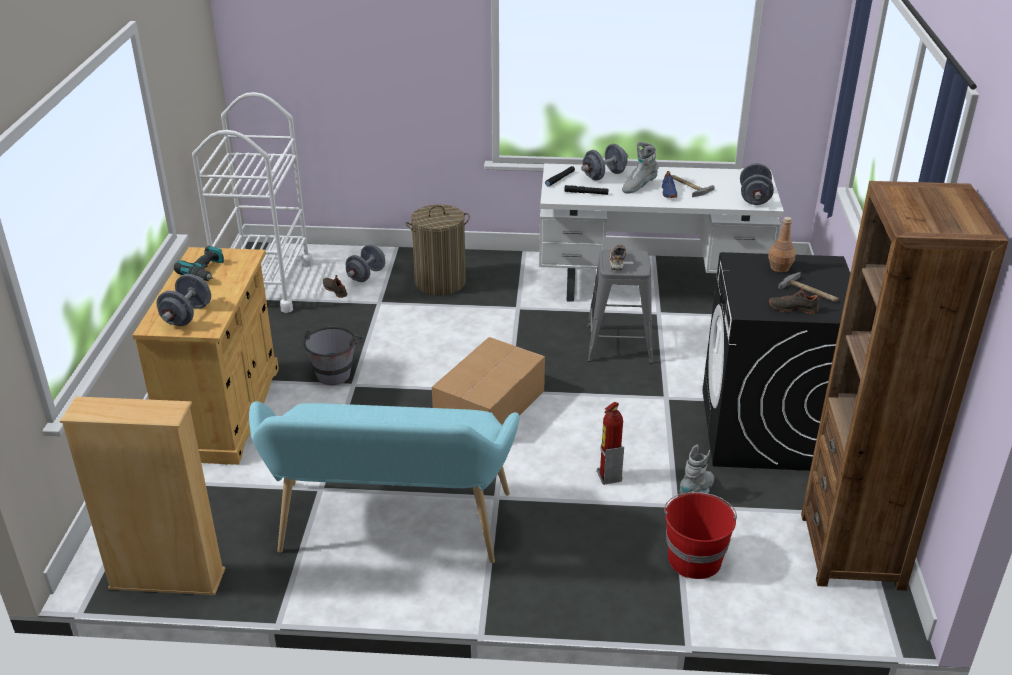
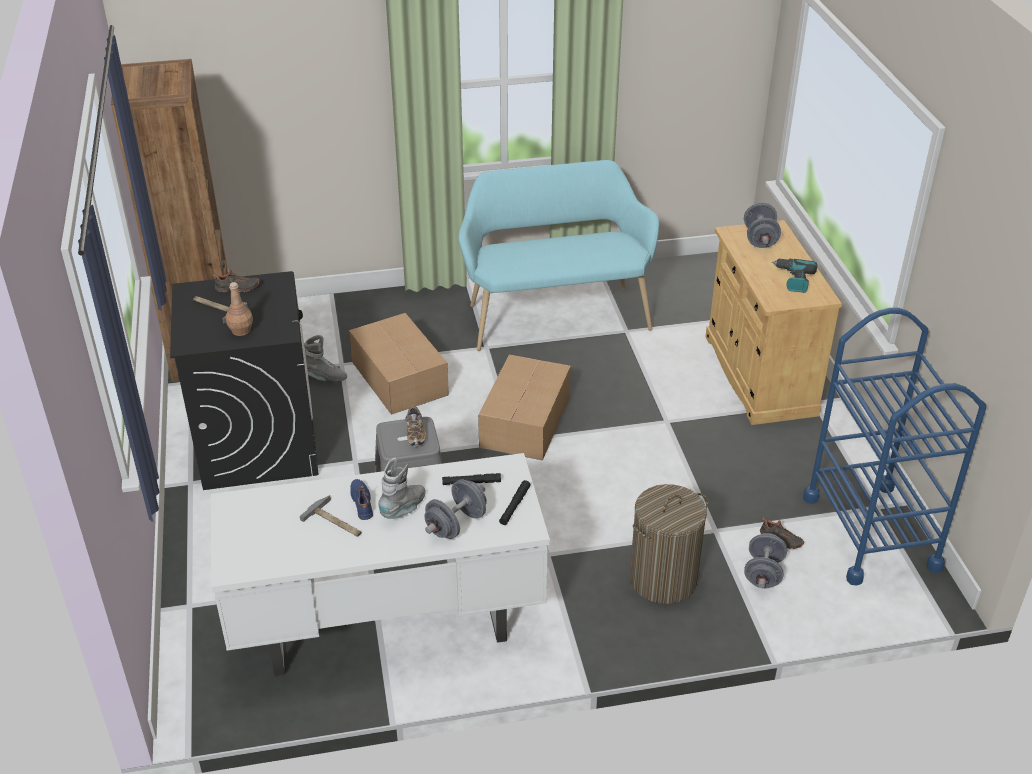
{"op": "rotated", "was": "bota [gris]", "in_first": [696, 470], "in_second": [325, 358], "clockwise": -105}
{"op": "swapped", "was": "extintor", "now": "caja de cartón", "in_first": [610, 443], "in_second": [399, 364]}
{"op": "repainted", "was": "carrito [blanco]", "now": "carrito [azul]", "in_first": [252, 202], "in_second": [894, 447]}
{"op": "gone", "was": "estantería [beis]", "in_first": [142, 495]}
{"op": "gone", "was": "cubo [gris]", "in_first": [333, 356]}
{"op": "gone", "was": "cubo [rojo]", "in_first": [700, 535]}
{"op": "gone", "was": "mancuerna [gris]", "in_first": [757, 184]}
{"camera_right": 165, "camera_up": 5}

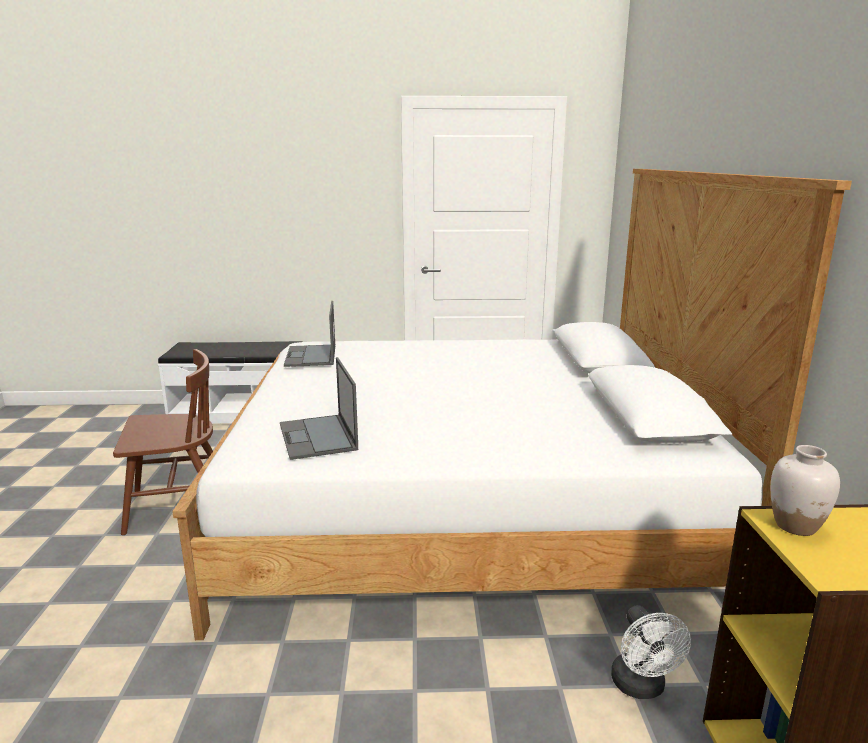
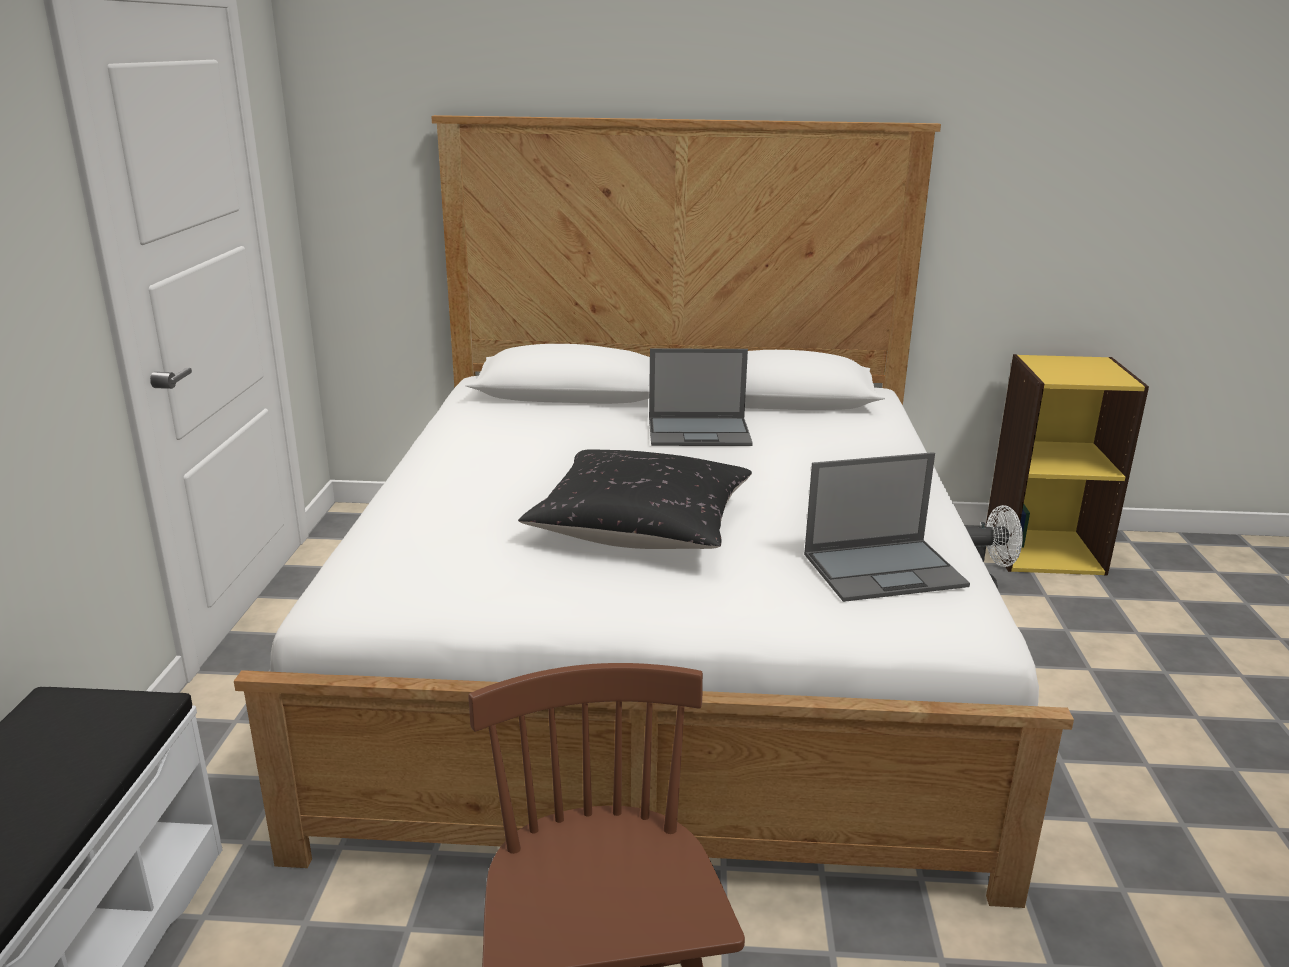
{"op": "new", "now": "cojín [negro]", "in_second": [635, 499]}
{"op": "shifted", "was": "portátil", "in_first": [309, 334], "in_second": [701, 397]}
{"op": "gone", "was": "florero [blanco]", "in_first": [805, 490]}
{"camera_right": -85, "camera_up": 5}

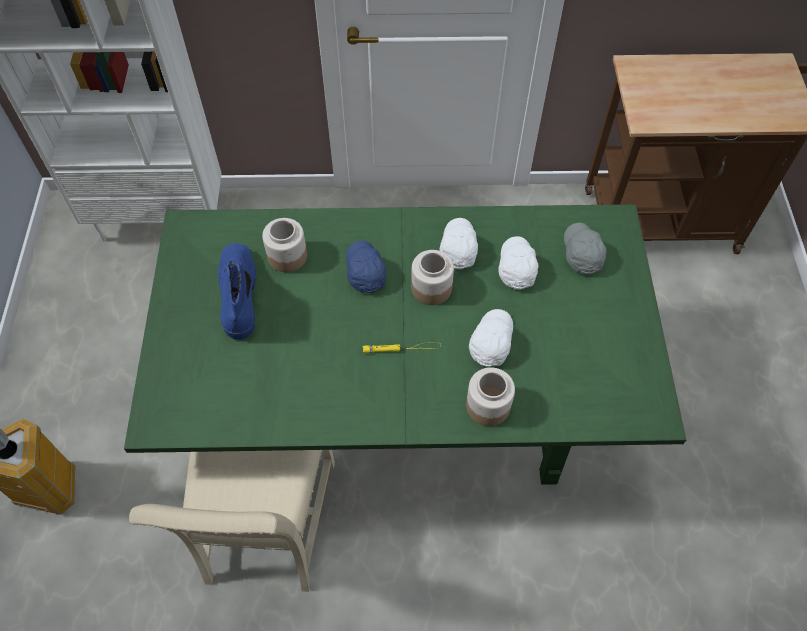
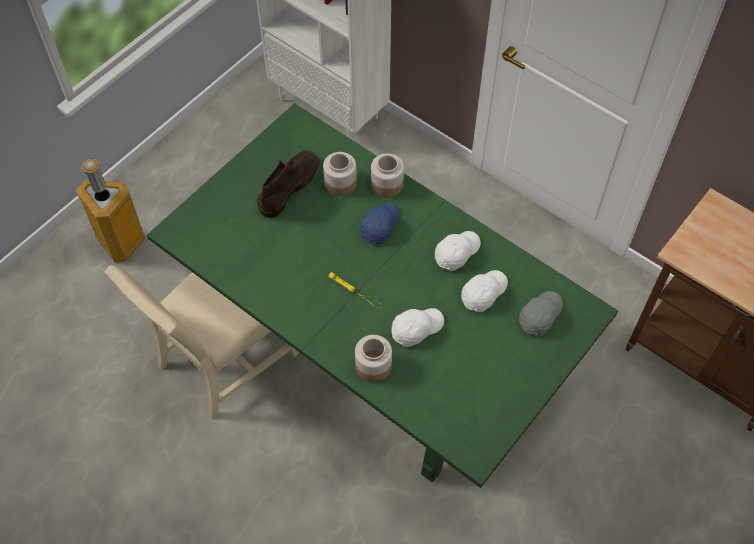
{"op": "repainted", "was": "bota [azul]", "now": "bota [marrón]", "in_first": [237, 291], "in_second": [288, 184]}
{"op": "shifted", "was": "tarro", "in_first": [432, 277], "in_second": [387, 175]}
{"camera_right": 40, "camera_up": 0}

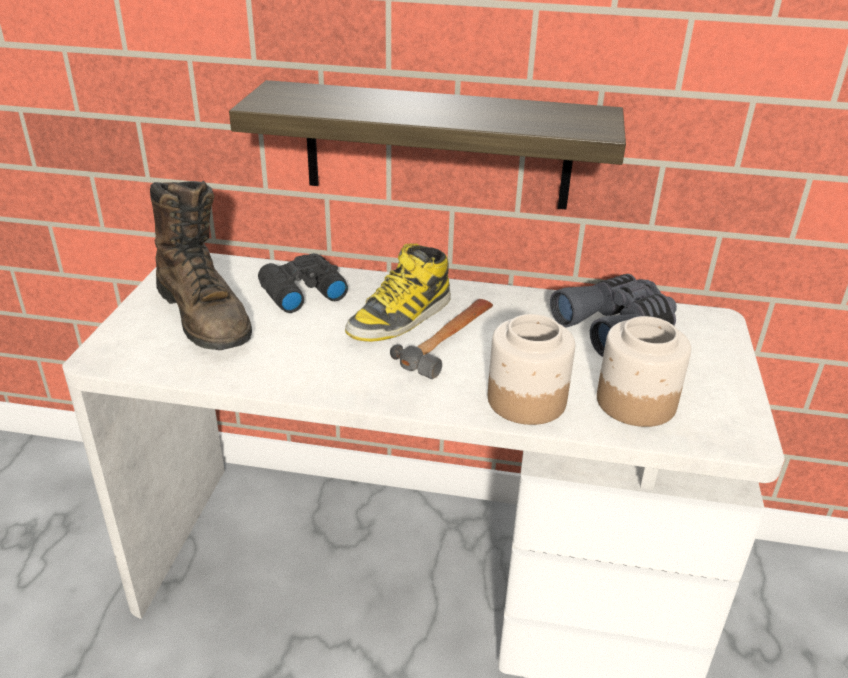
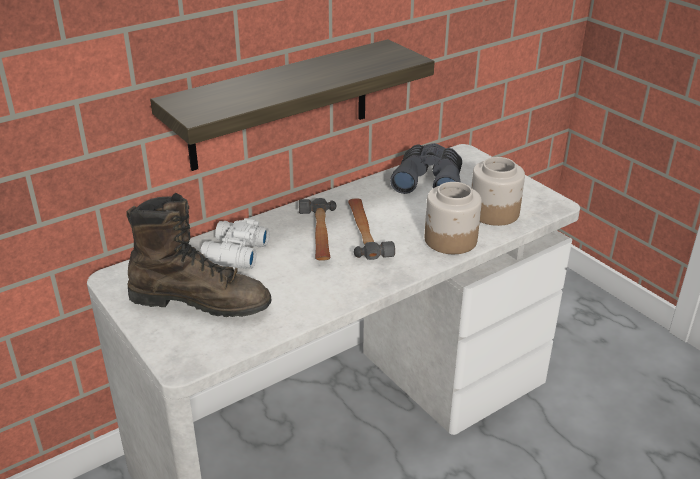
{"op": "repainted", "was": "prismáticos [negro]", "now": "prismáticos [blanco]", "in_first": [303, 283], "in_second": [234, 243]}
{"op": "swapped", "was": "bota", "now": "martillo", "in_first": [397, 292], "in_second": [317, 229]}
{"camera_right": -45, "camera_up": 0}

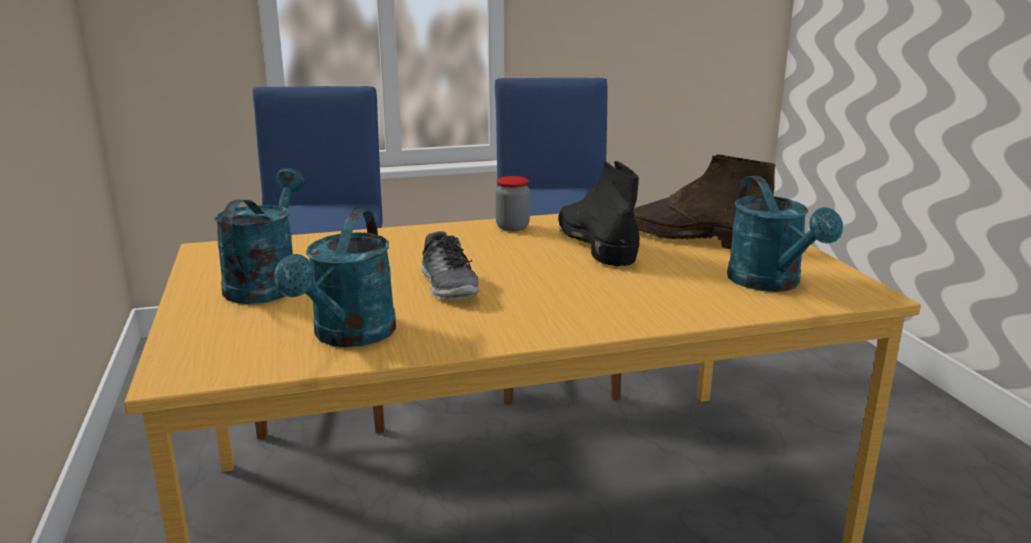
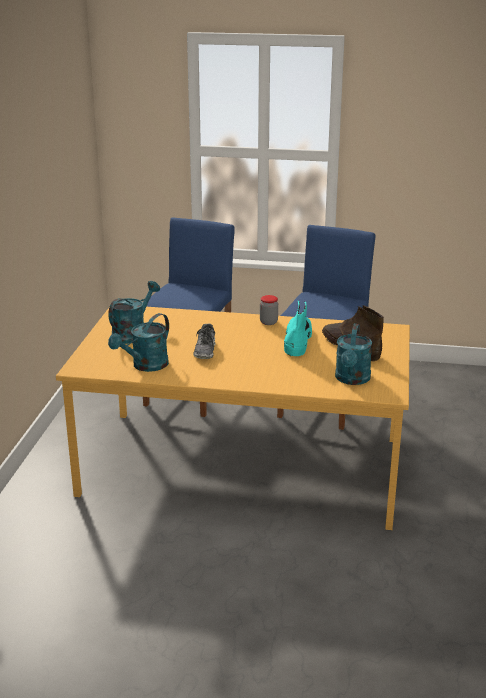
{"op": "repainted", "was": "bota [negro]", "now": "bota [turquesa]", "in_first": [599, 214], "in_second": [298, 328]}
{"camera_right": 25, "camera_up": 5}

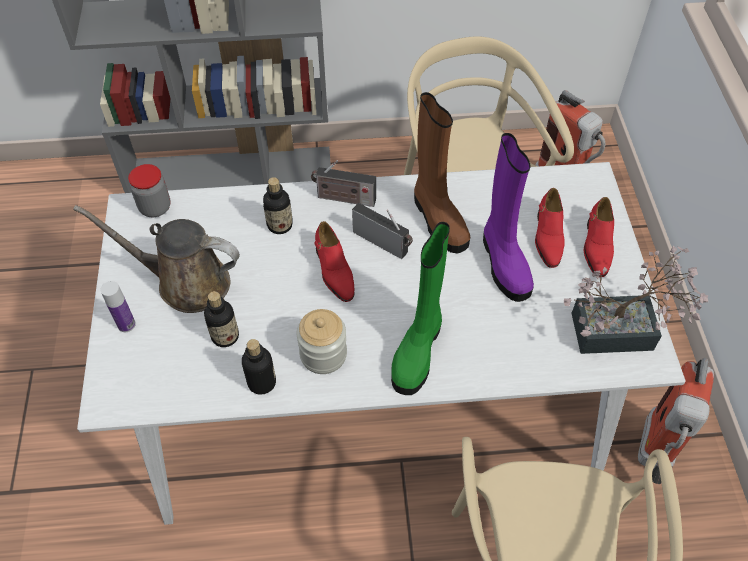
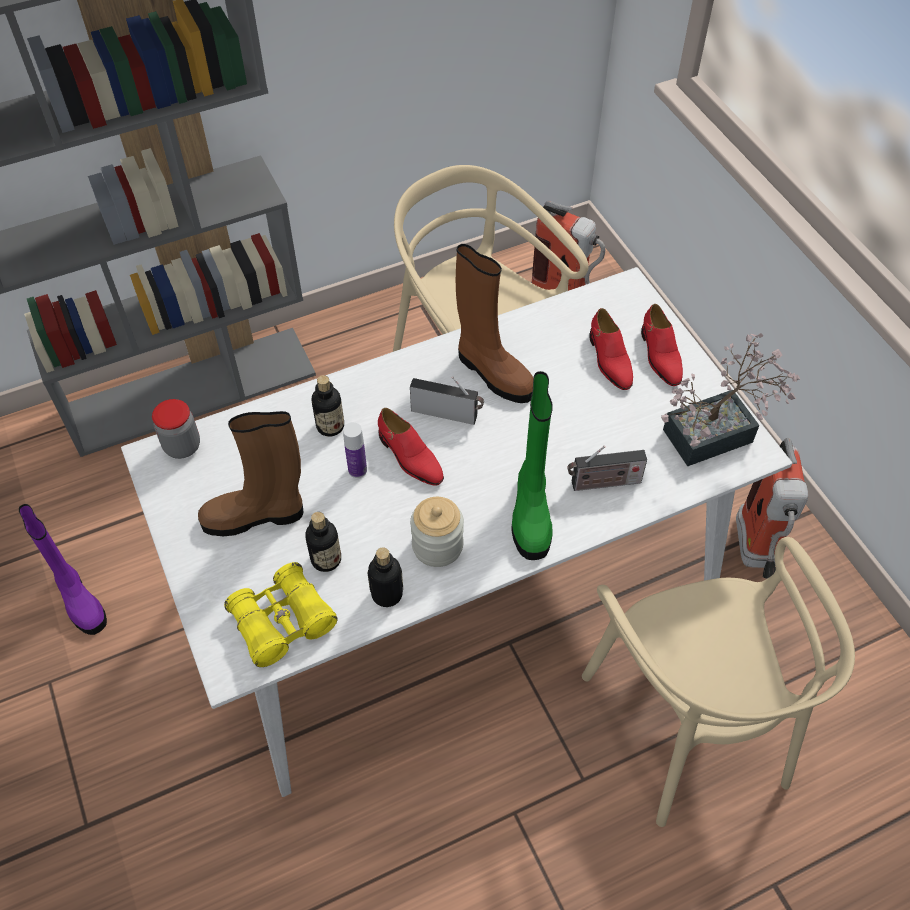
{"op": "shifted", "was": "bota [morado]", "in_first": [508, 217], "in_second": [63, 569]}
{"op": "swapped", "was": "regadera [marrón]", "now": "bota [marrón]", "in_first": [156, 259], "in_second": [250, 473]}
{"op": "new", "now": "prismáticos [amarillo]", "in_second": [281, 614]}
{"op": "shifted", "was": "botella", "in_first": [118, 306], "in_second": [355, 450]}
{"op": "shifted", "was": "radio", "in_first": [343, 183], "in_second": [607, 468]}
{"camera_right": -20, "camera_up": 0}

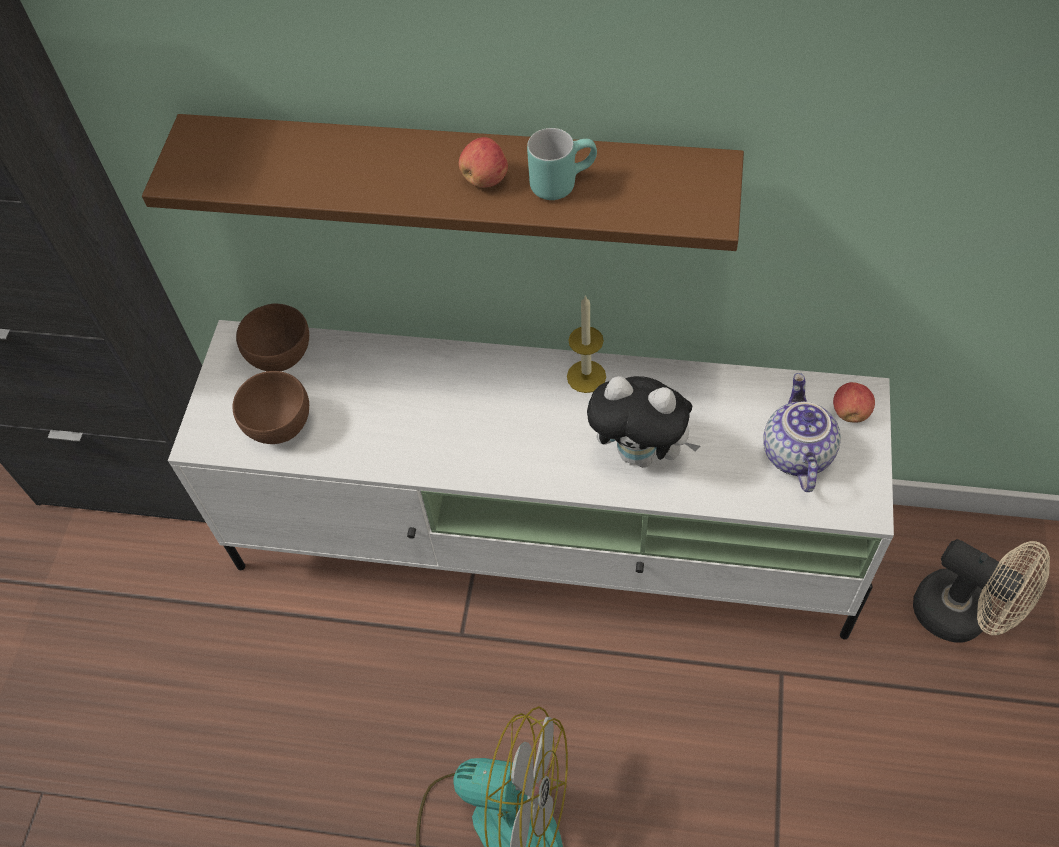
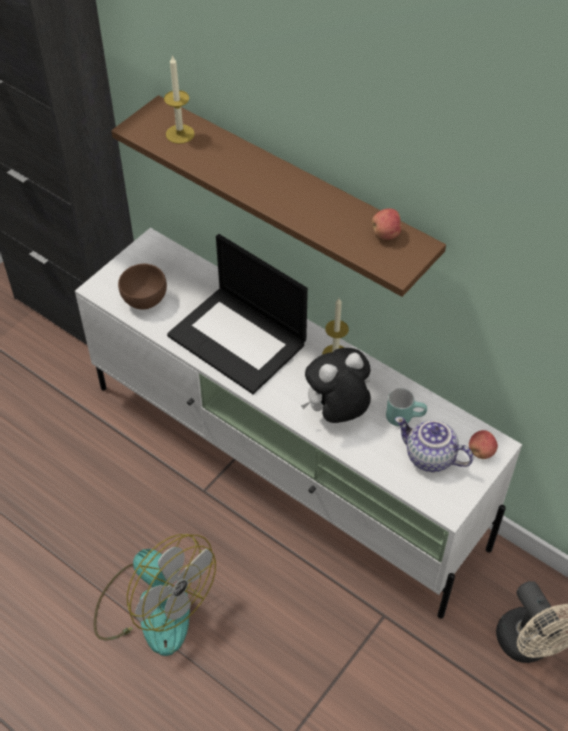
{"op": "new", "now": "vela", "in_second": [179, 99]}
{"op": "new", "now": "portátil", "in_second": [237, 314]}
{"op": "rotated", "was": "peluche", "in_first": [643, 422], "in_second": [336, 385], "clockwise": 105}
{"op": "shifted", "was": "manzana", "in_first": [483, 162], "in_second": [387, 224]}
{"op": "shifted", "was": "taza grande [turquesa]", "in_first": [562, 164], "in_second": [406, 407]}
{"op": "rotated", "was": "tetera", "in_first": [802, 432], "in_second": [434, 444], "clockwise": -90}
{"op": "gone", "was": "cuenco [marrón]", "in_first": [272, 337]}
{"camera_right": 25, "camera_up": -5}

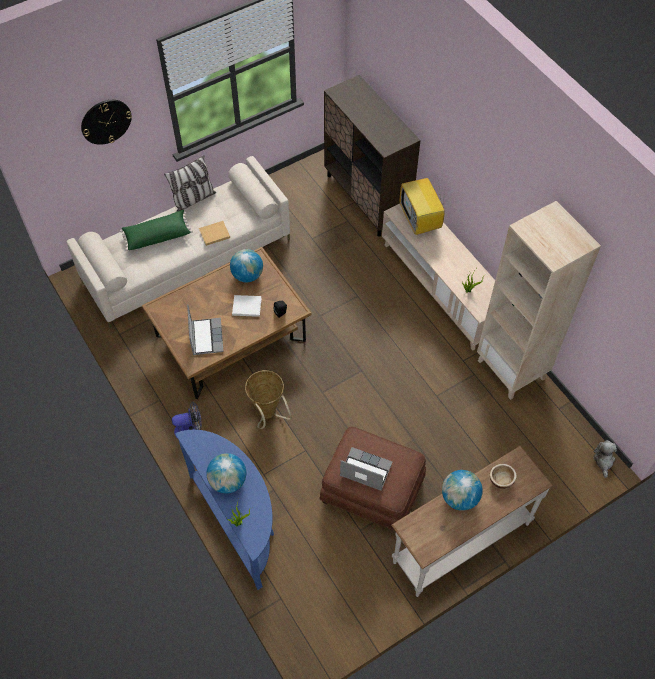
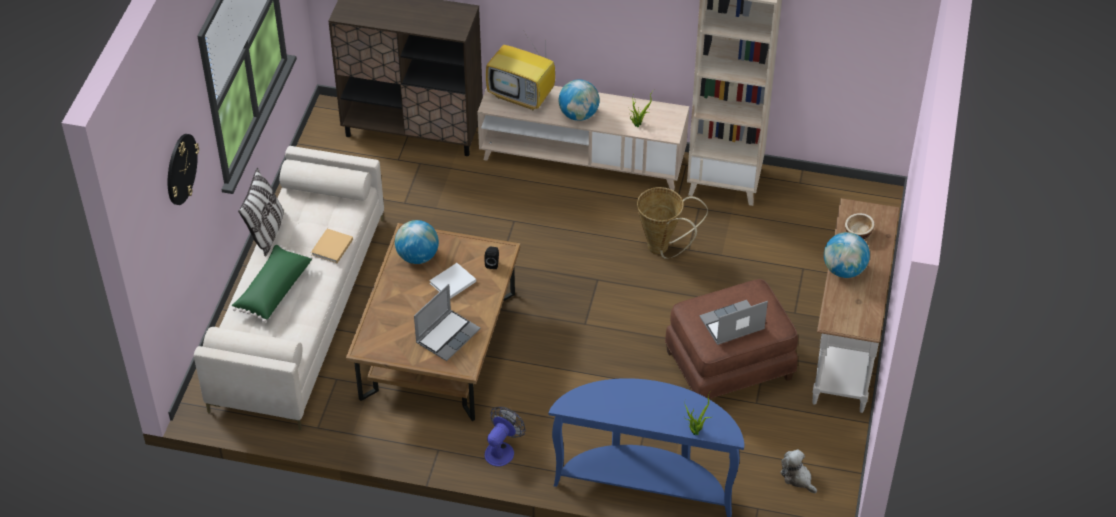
{"op": "rotated", "was": "portátil", "in_first": [205, 329], "in_second": [447, 322], "clockwise": 90}
{"op": "shifted", "was": "globo terráqueo", "in_first": [226, 473], "in_second": [579, 100]}
{"op": "shifted", "was": "cesta", "in_first": [268, 399], "in_second": [672, 223]}
{"op": "shifted", "was": "peluche", "in_first": [605, 459], "in_second": [798, 471]}
{"camera_right": -45, "camera_up": -10}

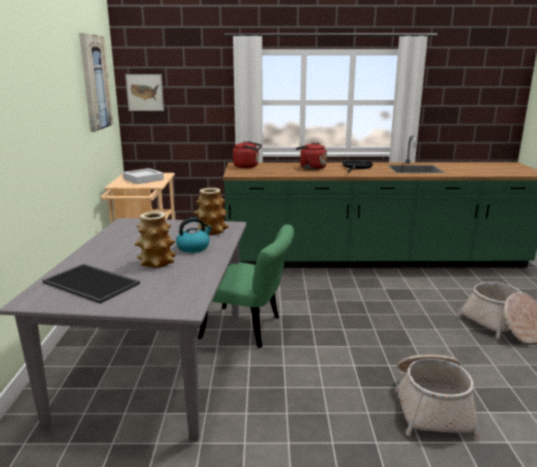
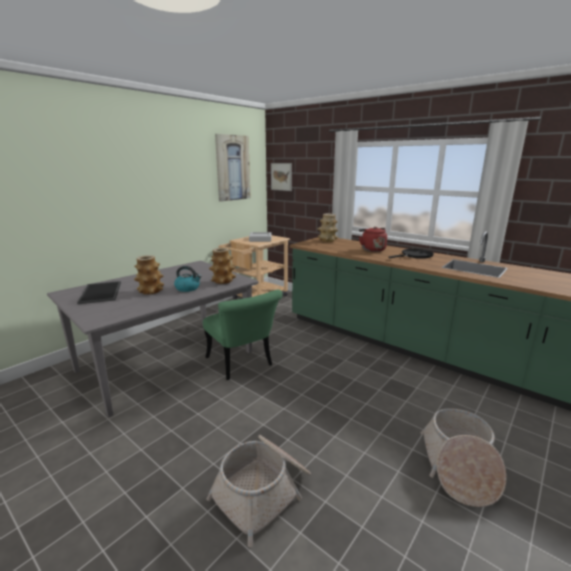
{"op": "swapped", "was": "hervidor [rojo]", "now": "florero", "in_first": [247, 154], "in_second": [327, 228]}
{"camera_right": 40, "camera_up": 0}

